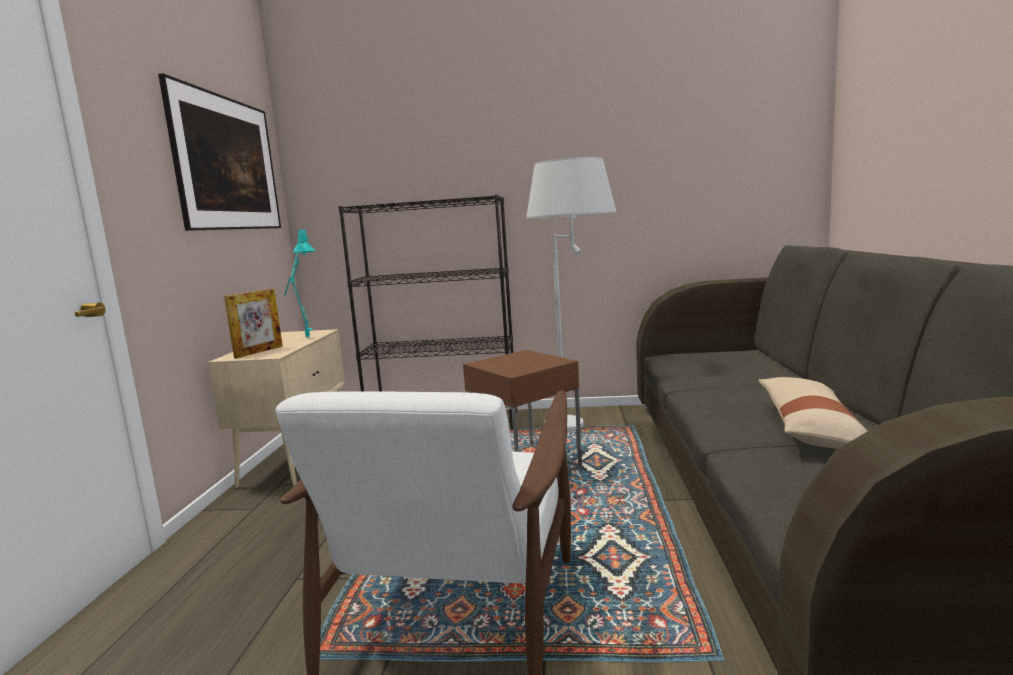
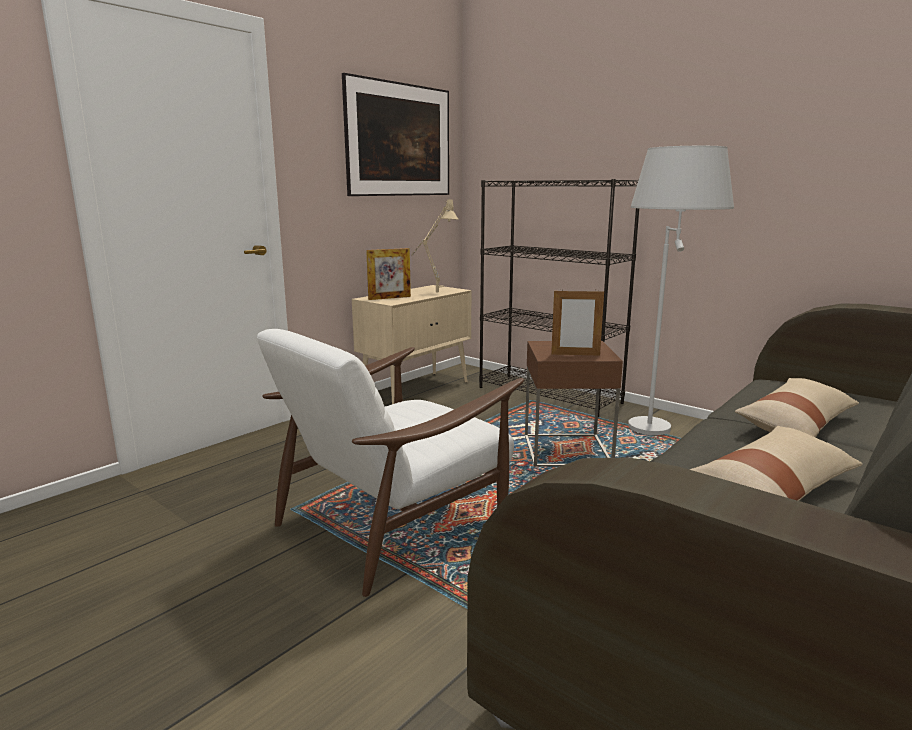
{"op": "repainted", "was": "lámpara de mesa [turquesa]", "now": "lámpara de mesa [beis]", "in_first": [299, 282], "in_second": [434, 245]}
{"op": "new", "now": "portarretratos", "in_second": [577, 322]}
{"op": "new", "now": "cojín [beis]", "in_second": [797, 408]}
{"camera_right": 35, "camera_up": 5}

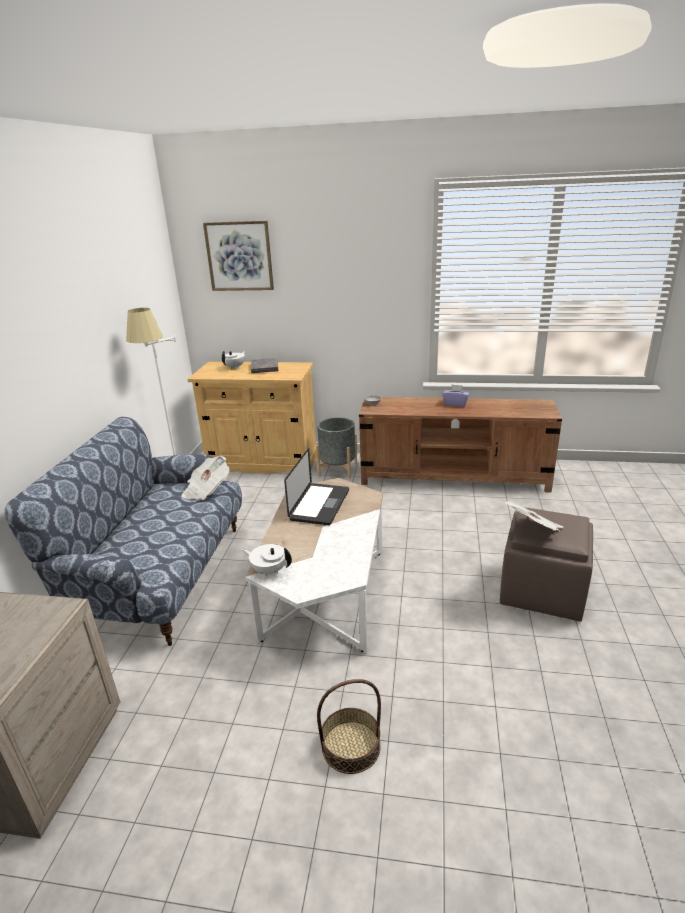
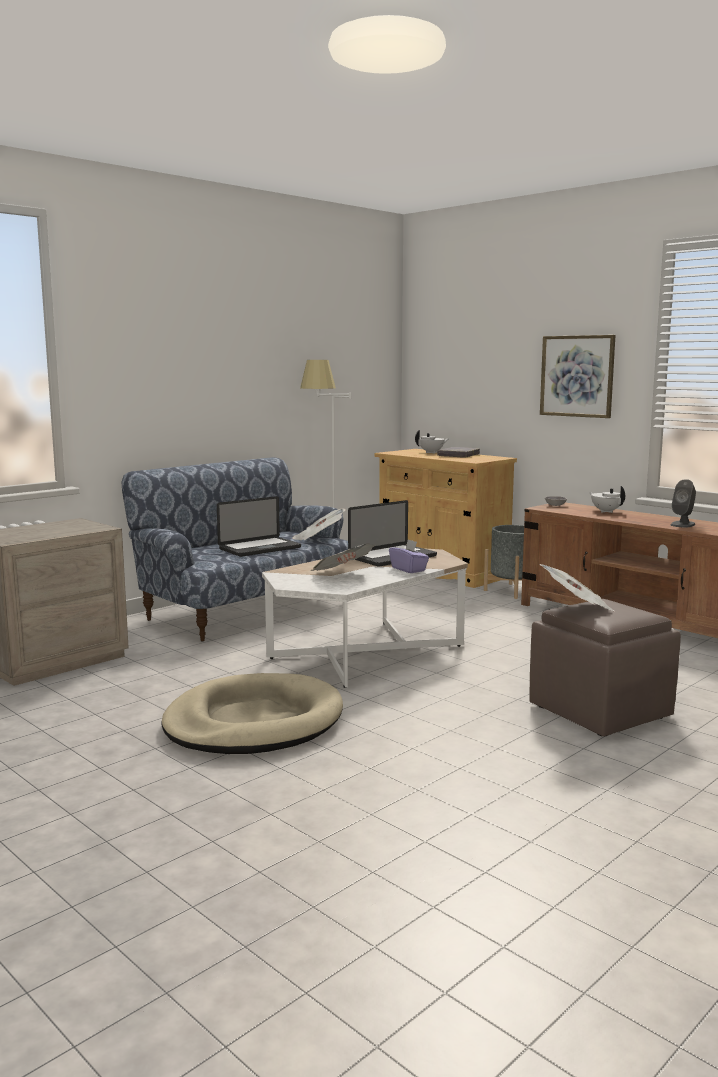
{"op": "swapped", "was": "cesta", "now": "cama para perro [beis]", "in_first": [349, 726], "in_second": [252, 713]}
{"op": "new", "now": "portátil", "in_second": [259, 526]}
{"op": "new", "now": "periódico", "in_second": [343, 557]}
{"op": "shifted", "was": "caja de pañuelos [morado]", "in_first": [456, 395], "in_second": [409, 556]}
{"op": "shifted", "was": "cuadro", "in_first": [238, 256], "in_second": [578, 376]}
{"op": "shifted", "was": "tetera [blanco]", "in_first": [267, 560], "in_second": [607, 499]}
{"op": "new", "now": "altavoz [gris]", "in_second": [683, 503]}
{"camera_right": 35, "camera_up": -15}

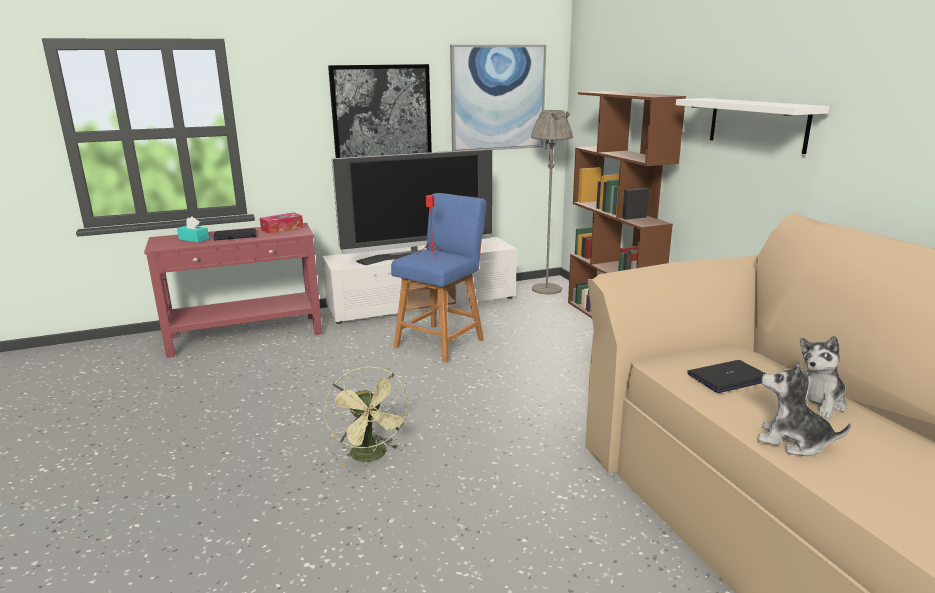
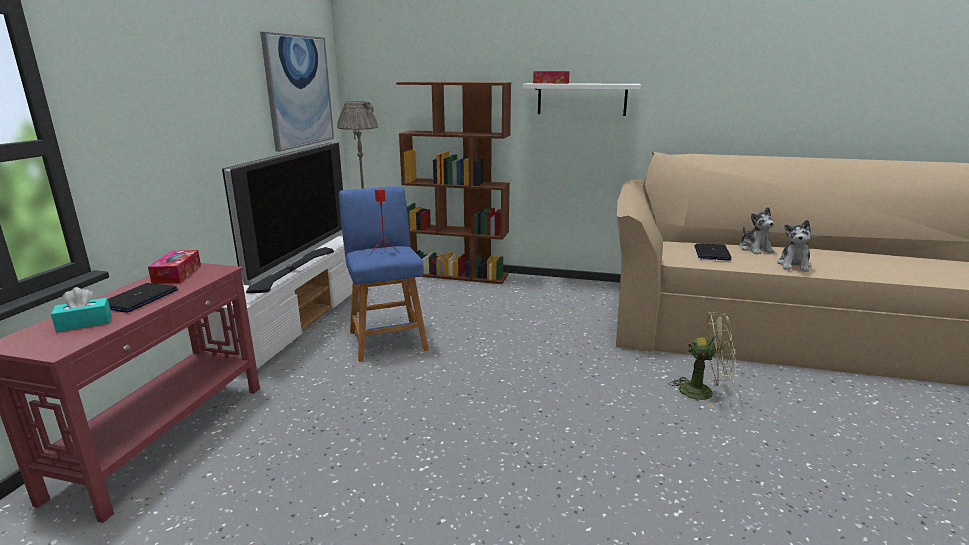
{"op": "new", "now": "caja de pañuelos", "in_second": [551, 77]}
{"op": "shifted", "was": "ventilador [verde]", "in_first": [367, 417], "in_second": [702, 360]}
{"op": "rotated", "was": "peluche", "in_first": [804, 409], "in_second": [794, 246], "clockwise": -45}
{"op": "gone", "was": "cuadro", "in_first": [380, 111]}
{"camera_right": -55, "camera_up": 0}

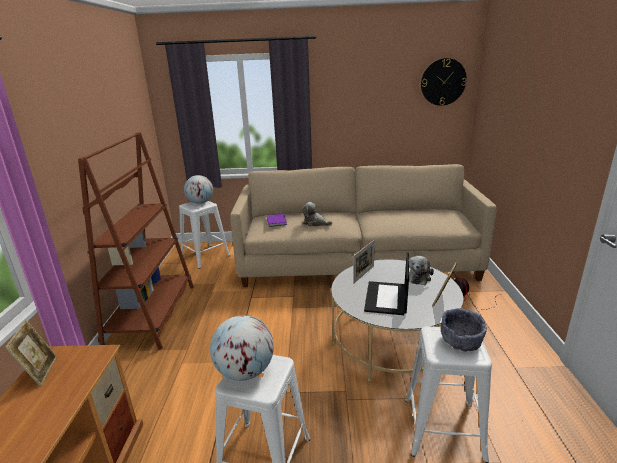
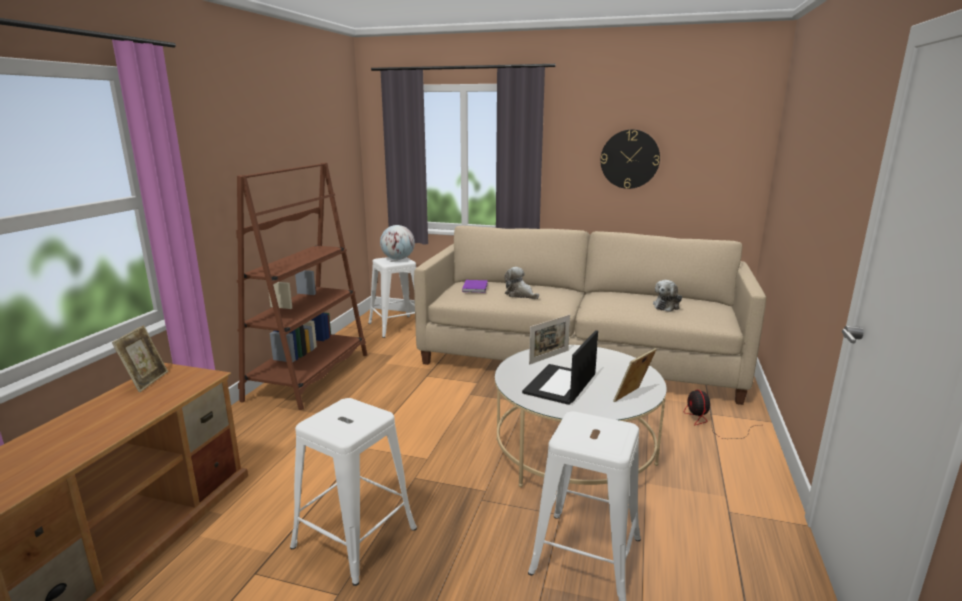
{"op": "shifted", "was": "reloj de pared", "in_first": [444, 82], "in_second": [630, 159]}
{"op": "shifted", "was": "peluche", "in_first": [421, 270], "in_second": [667, 296]}
{"op": "gone", "was": "globo terráqueo", "in_first": [242, 348]}
{"op": "gone", "was": "cuenco [gris]", "in_first": [464, 330]}
{"camera_right": 15, "camera_up": -5}

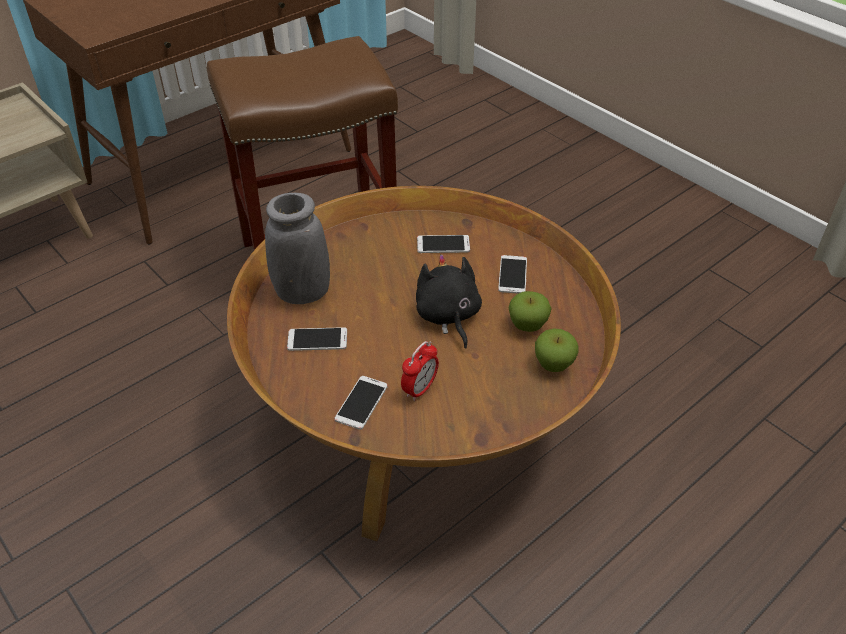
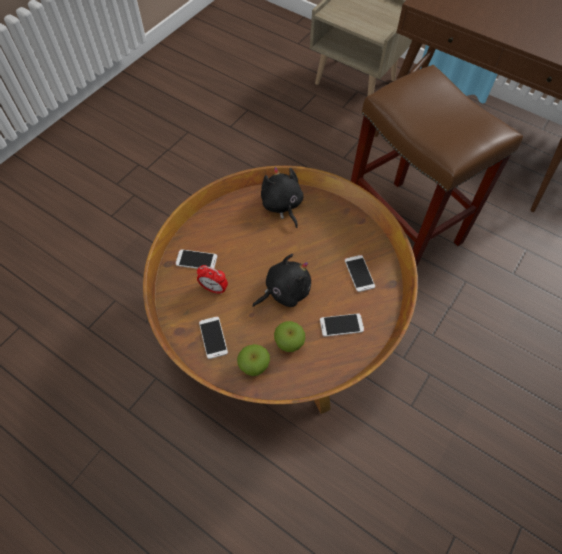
{"op": "shifted", "was": "móvil", "in_first": [317, 339], "in_second": [213, 337]}
{"op": "swapped", "was": "florero [gris]", "now": "peluche [negro]", "in_first": [297, 248], "in_second": [282, 197]}
{"camera_right": 75, "camera_up": 15}

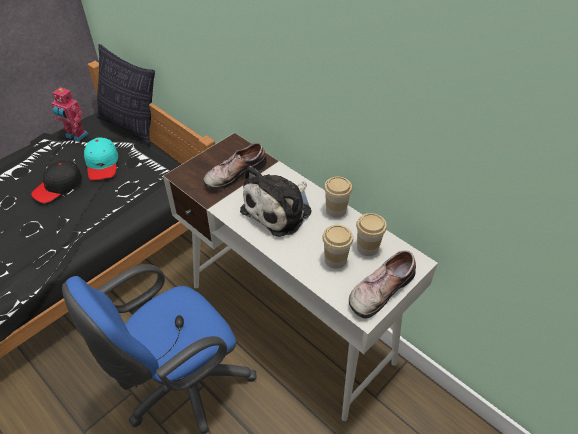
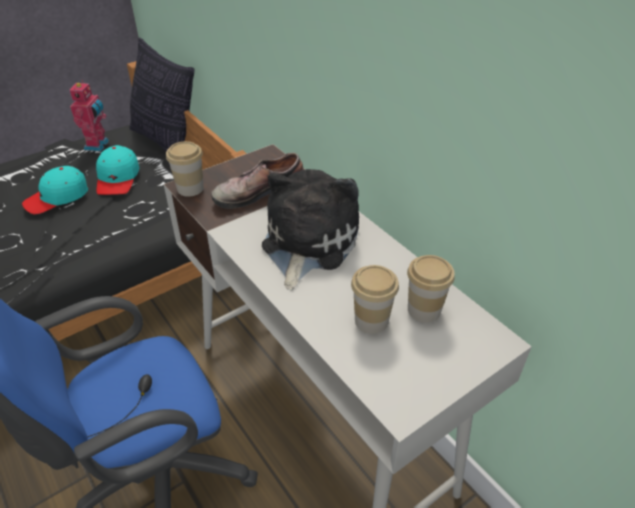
{"op": "repainted", "was": "gorra [negro]", "now": "gorra [turquesa]", "in_first": [56, 181], "in_second": [55, 190]}
{"op": "rotated", "was": "robot de juguete", "in_first": [69, 114], "in_second": [89, 115], "clockwise": -120}
{"op": "shifted", "was": "taza", "in_first": [338, 197], "in_second": [185, 169]}
{"op": "rotated", "was": "peluche", "in_first": [276, 201], "in_second": [310, 229], "clockwise": 150}
{"op": "gone", "was": "zapato", "in_first": [382, 284]}
{"camera_right": 10, "camera_up": -5}

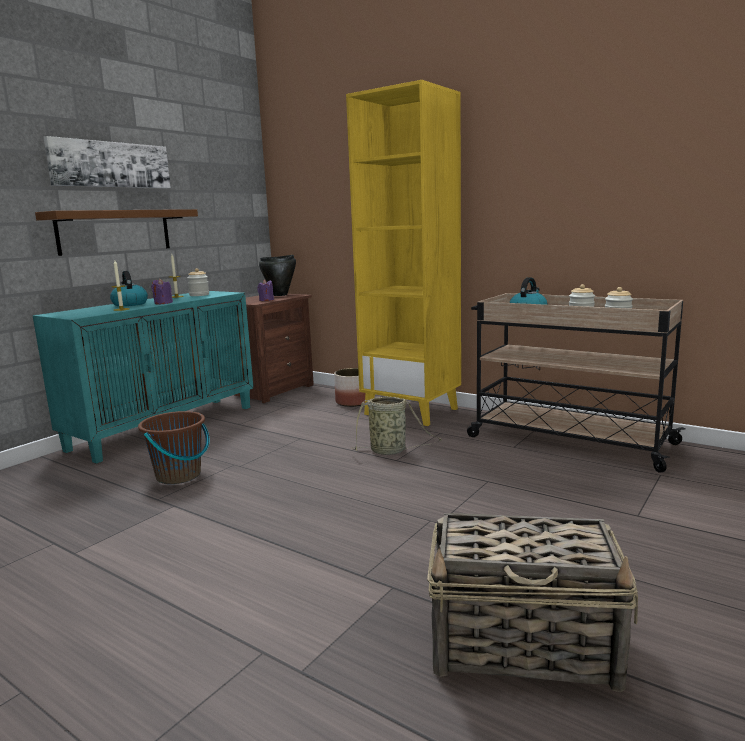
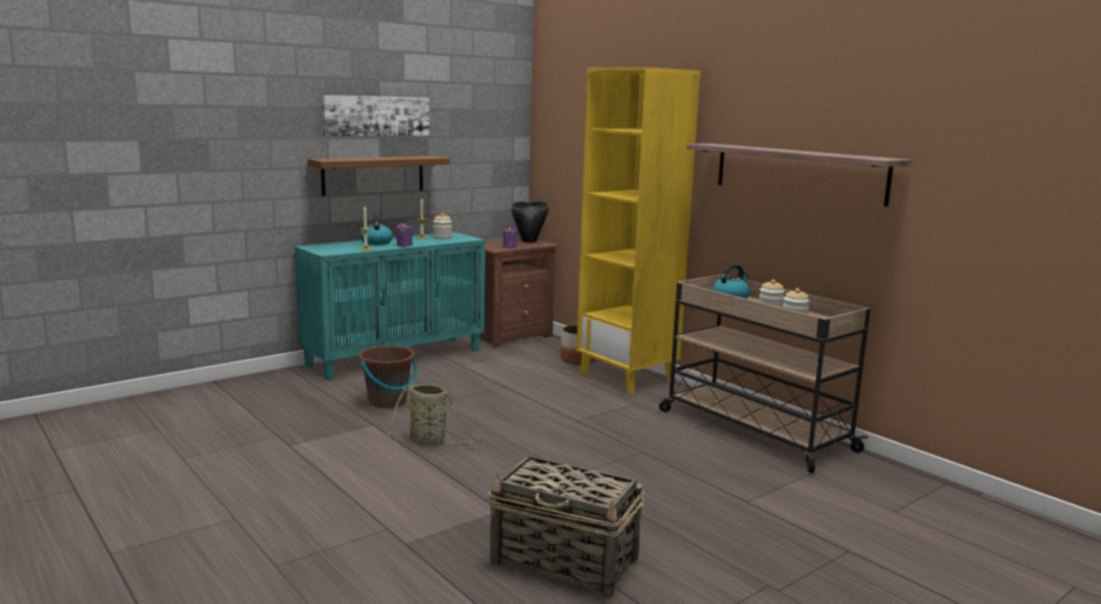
{"op": "shifted", "was": "cesta", "in_first": [396, 425], "in_second": [434, 415]}
{"op": "new", "now": "estante", "in_second": [798, 175]}
{"camera_right": 15, "camera_up": 0}

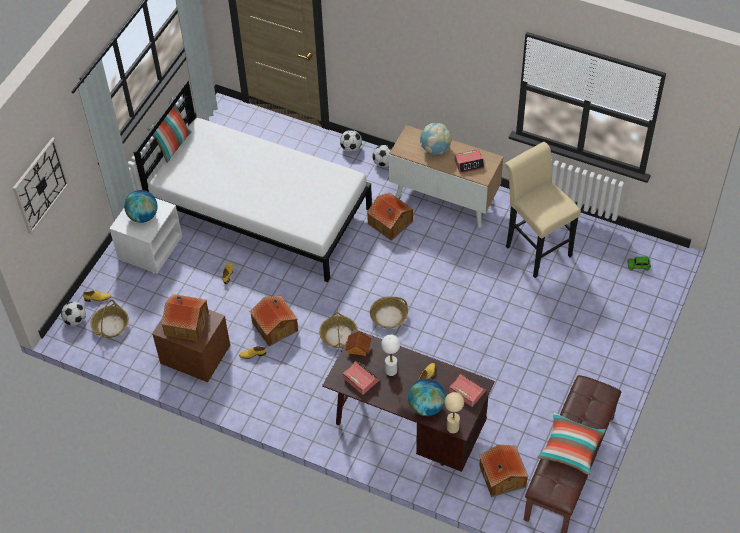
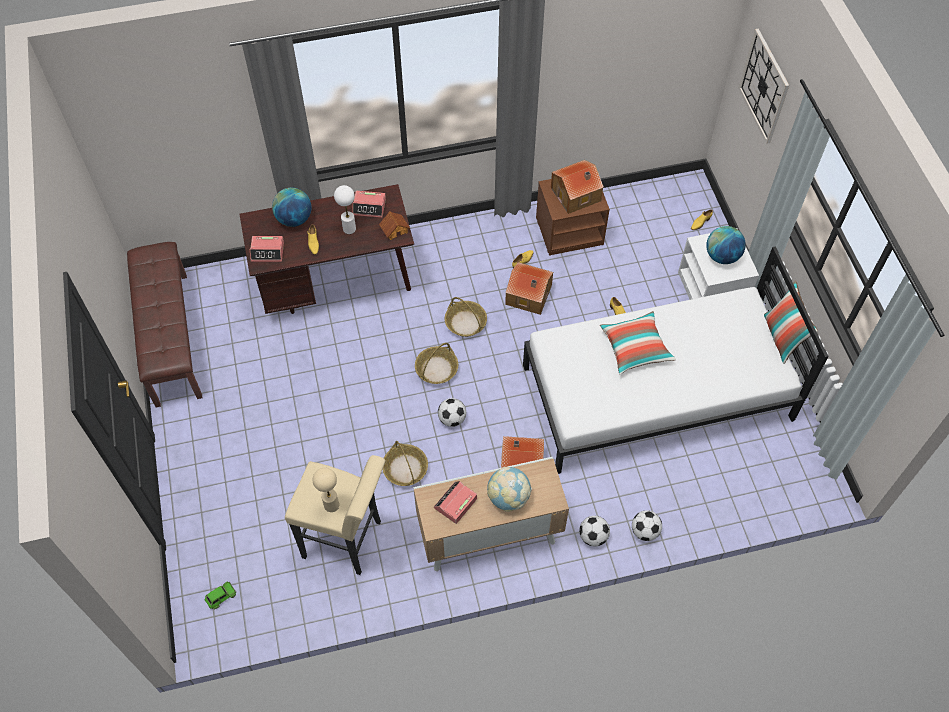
{"op": "shifted", "was": "lámpara de mesa [beis]", "in_first": [454, 412], "in_second": [326, 490]}
{"op": "shifted", "was": "cesta", "in_first": [109, 319], "in_second": [405, 463]}
{"op": "shifted", "was": "balón de fútbol", "in_first": [73, 314], "in_second": [452, 412]}
{"op": "shifted", "was": "cojín", "in_first": [572, 443], "in_second": [638, 342]}
{"op": "gone", "was": "casita", "in_first": [504, 471]}
{"camera_right": 140, "camera_up": 5}

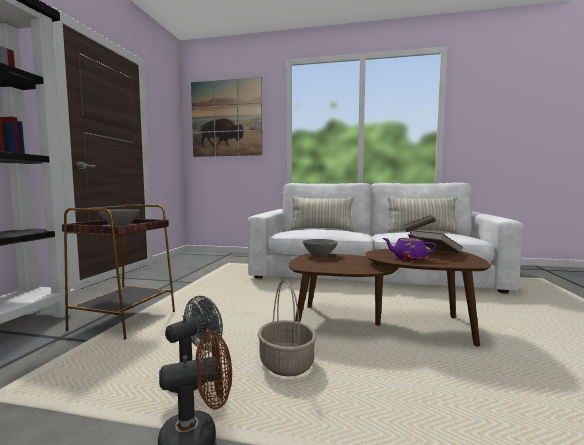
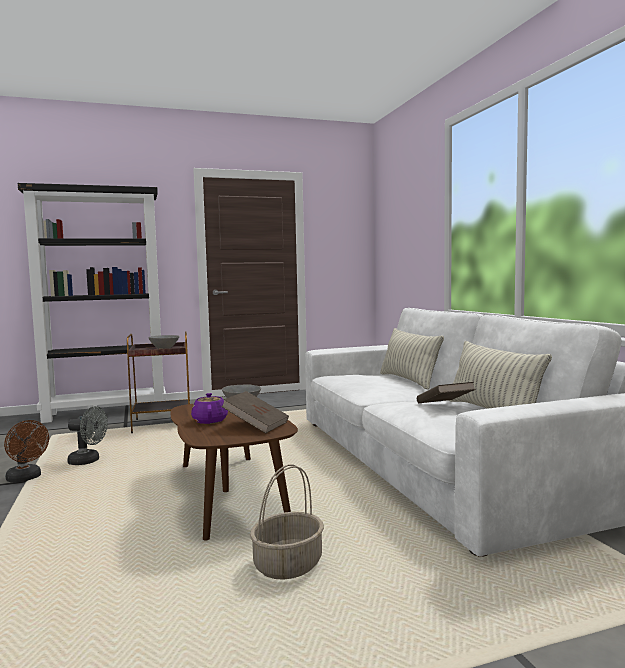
{"op": "shifted", "was": "cesta", "in_first": [287, 328], "in_second": [287, 522]}
{"op": "gone", "was": "cuadro", "in_first": [226, 117]}
{"camera_right": 60, "camera_up": 0}

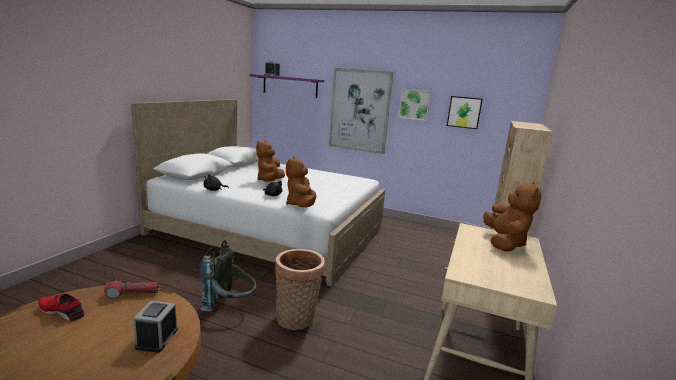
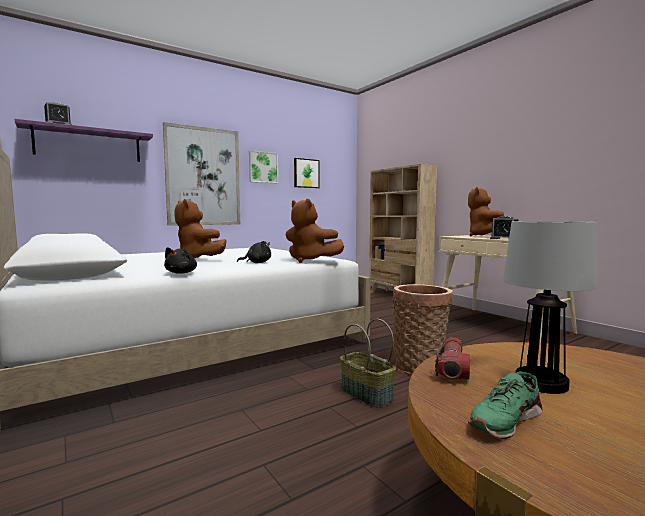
{"op": "swapped", "was": "mochila [gris]", "now": "cesta", "in_first": [228, 276], "in_second": [368, 363]}
{"op": "rotated", "was": "peluche [marrón]", "in_first": [512, 216], "in_second": [486, 212], "clockwise": -135}
{"op": "repainted", "was": "zapato [rojo]", "now": "zapato [verde]", "in_first": [61, 307], "in_second": [505, 405]}
{"op": "shifted", "was": "despertador", "in_first": [155, 327], "in_second": [504, 227]}
{"op": "new", "now": "lámpara de mesa", "in_second": [550, 307]}
{"camera_right": -55, "camera_up": -10}

